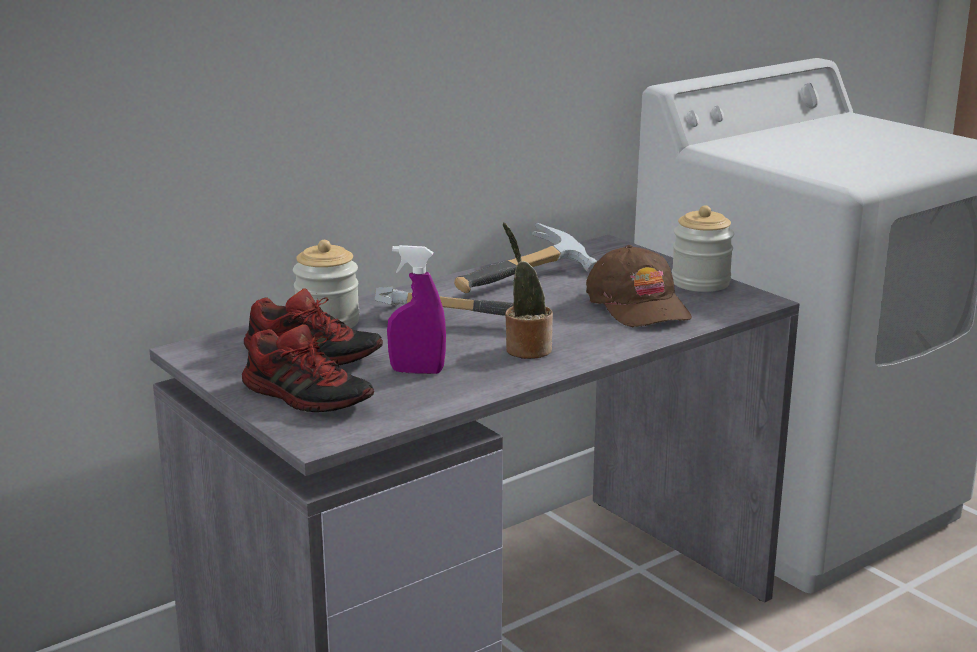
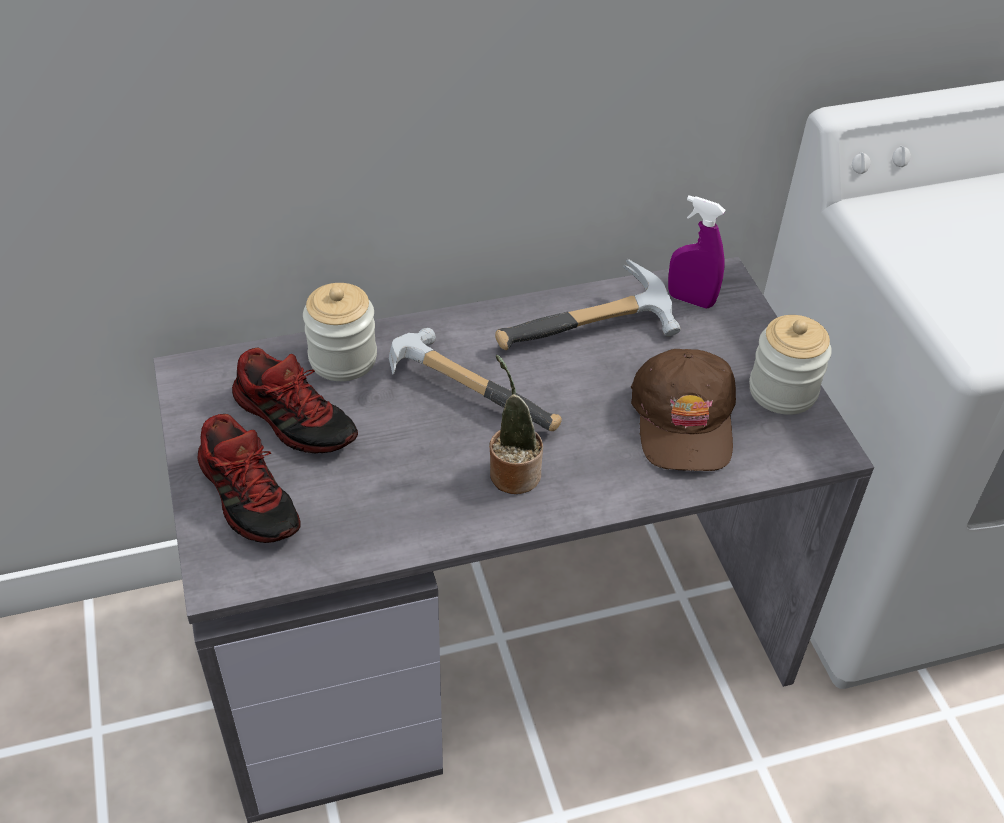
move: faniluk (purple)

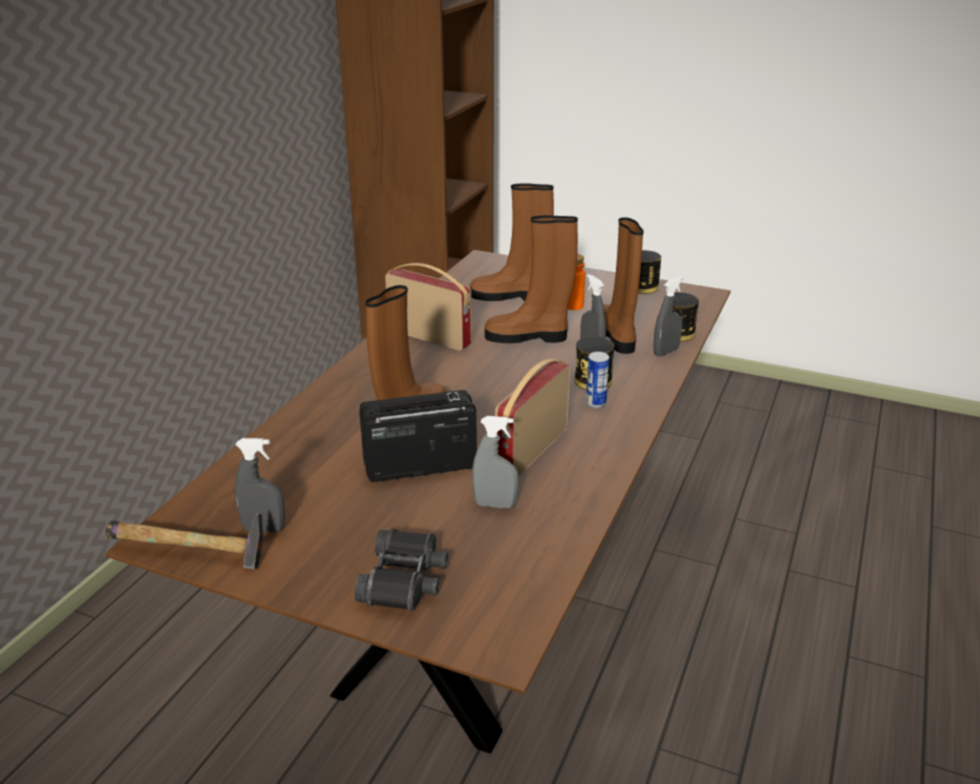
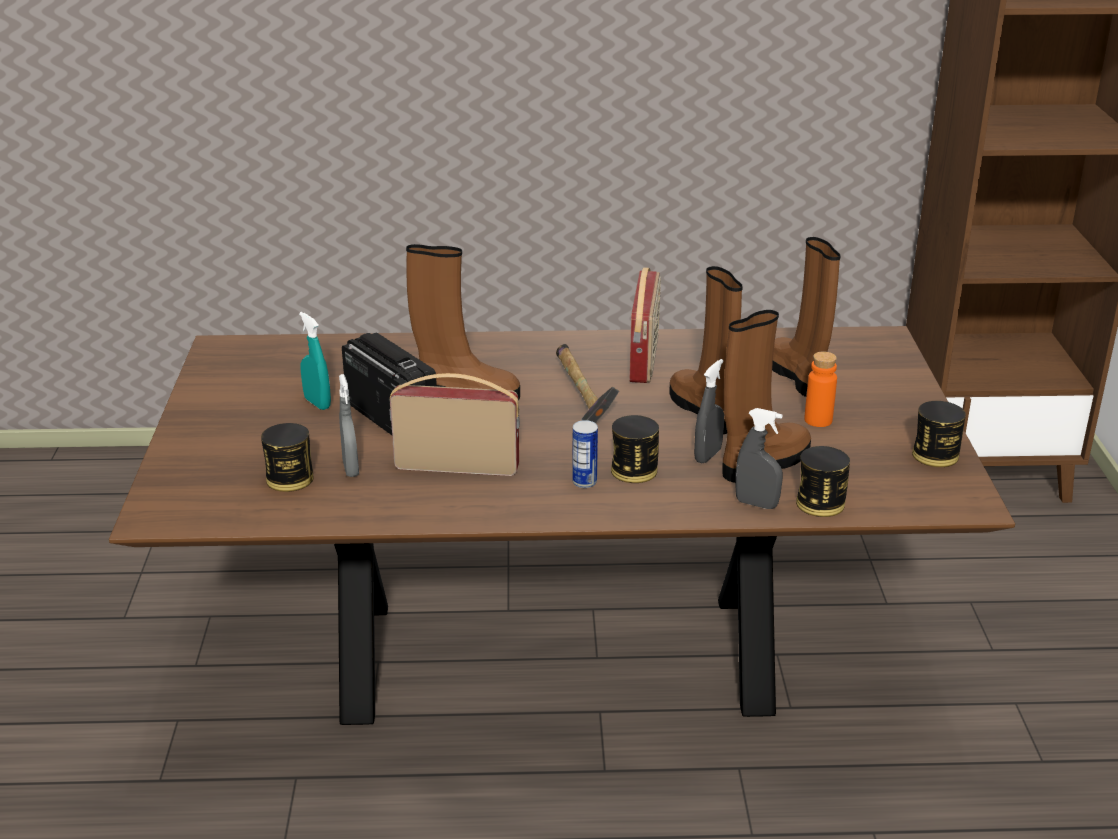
delete: faniluk (grey) (1st from left); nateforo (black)
insert: faniluk (turquoise); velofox (1st from left)
move: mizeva

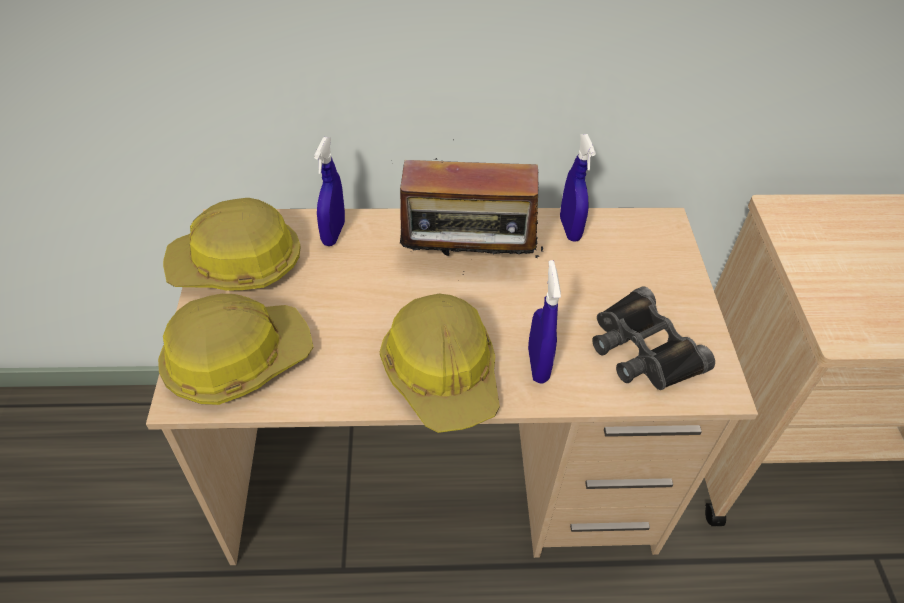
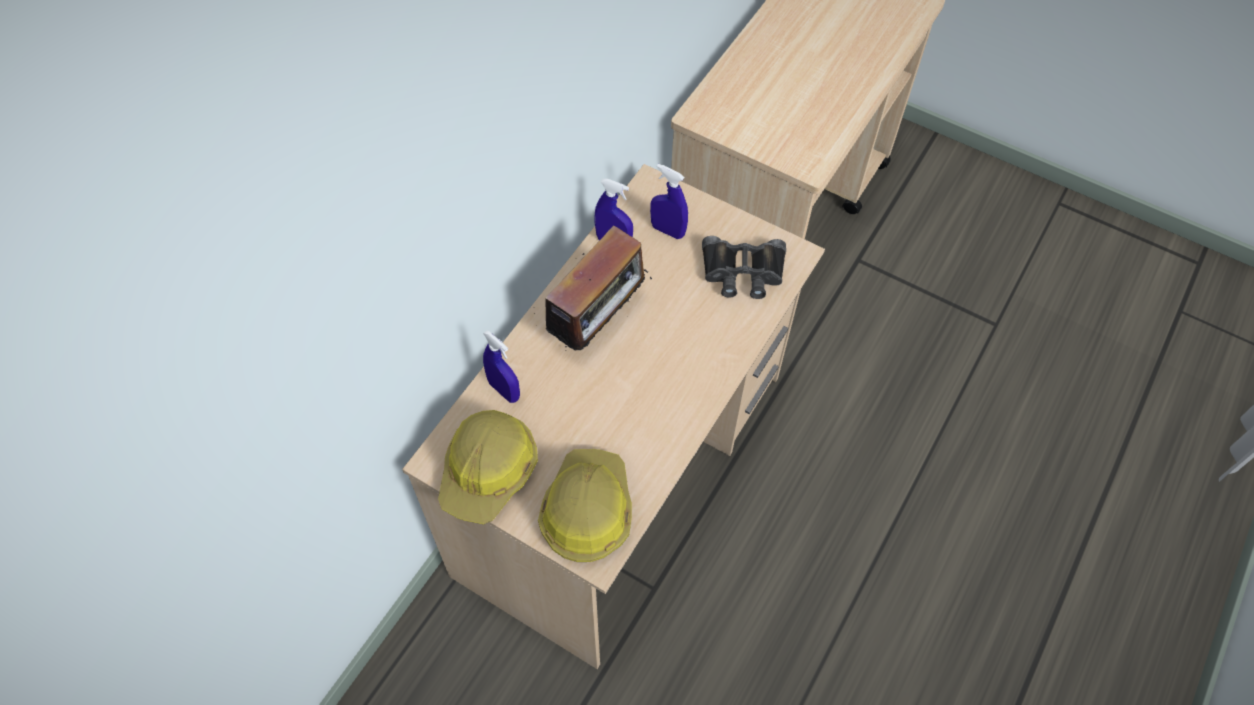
delete: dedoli (3rd from left)
move: faniluk (blue) (2nd from left in the first image) to faniluk (blue) (3rd from left)

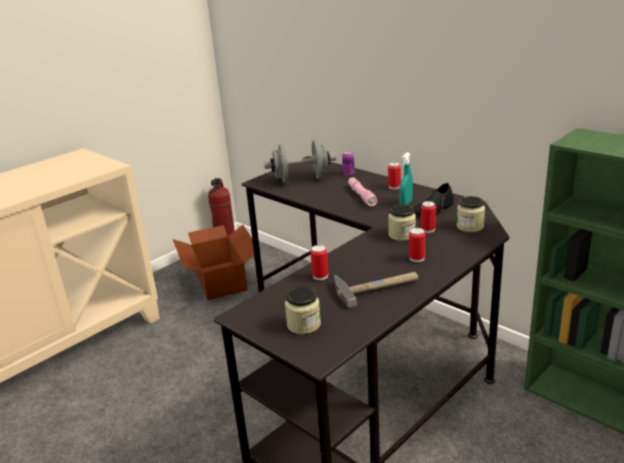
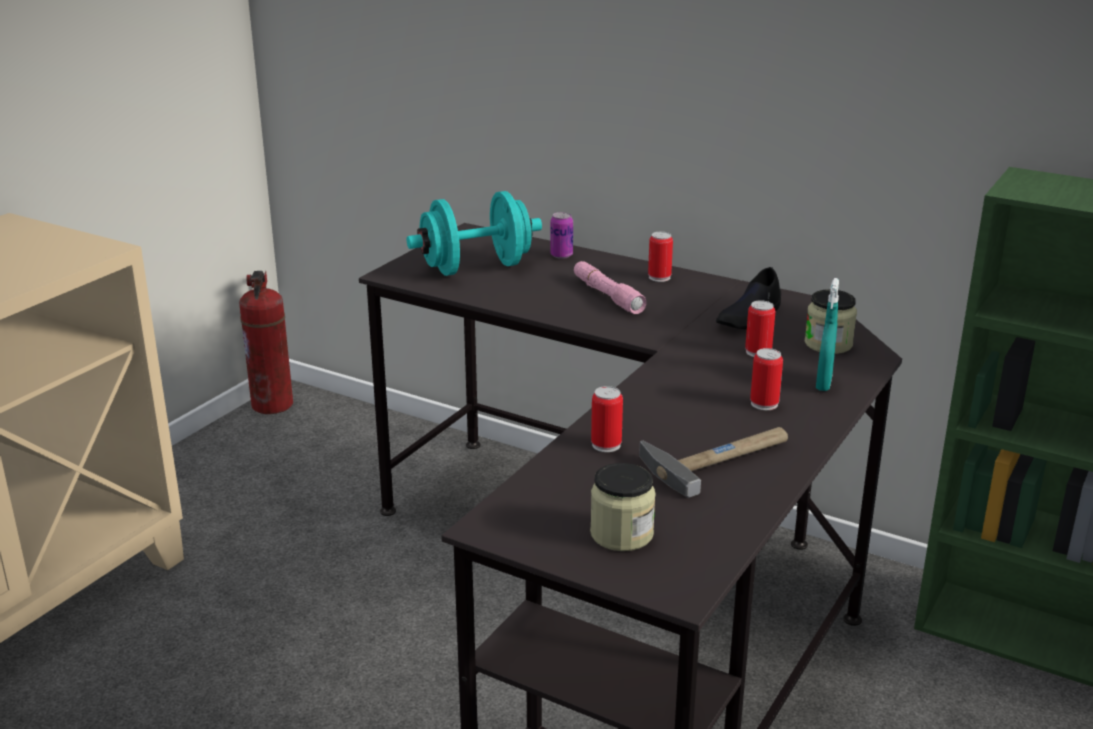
delete: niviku (2nd from left); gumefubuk
move: faniluk (turquoise)
recolor: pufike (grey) to pufike (turquoise)

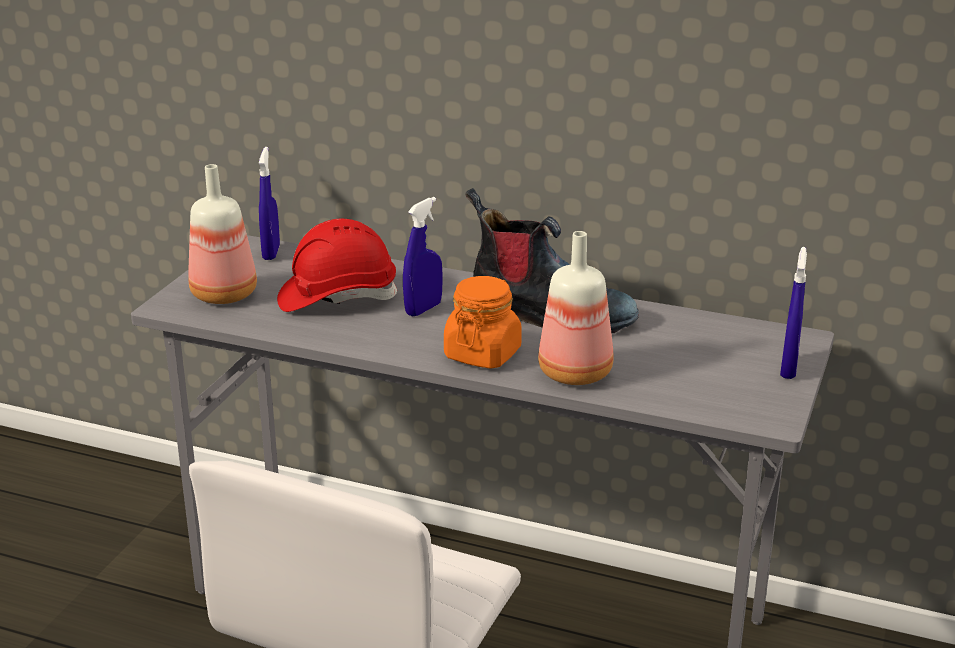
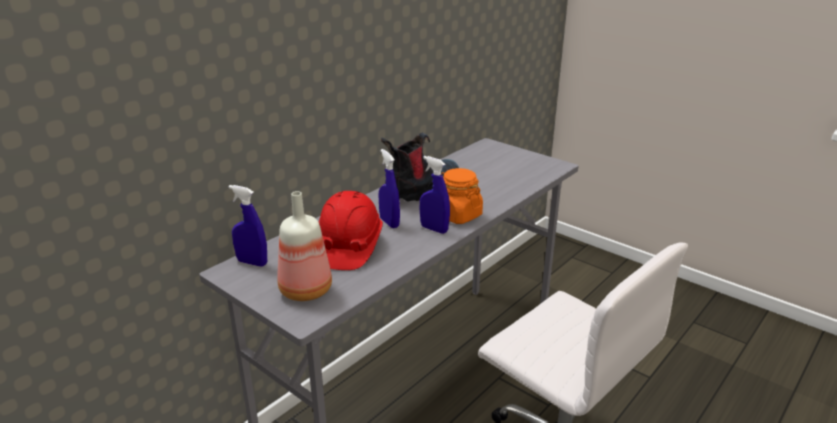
delete: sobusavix (2nd from left)
move: faniluk (blue) (3rd from left)

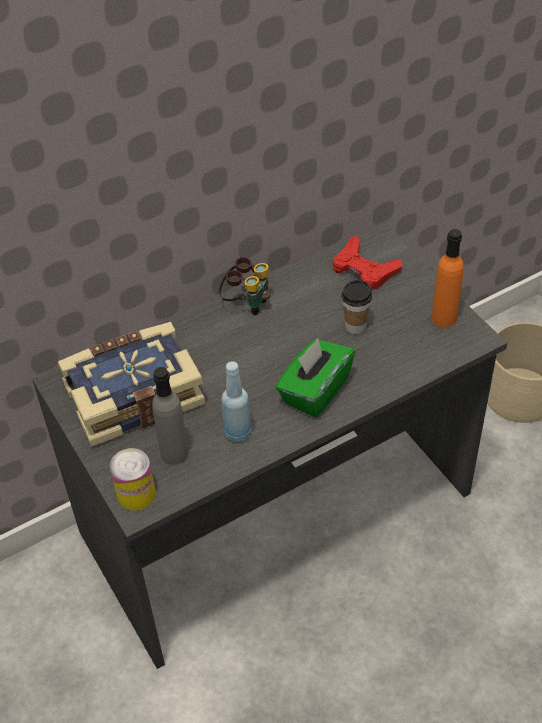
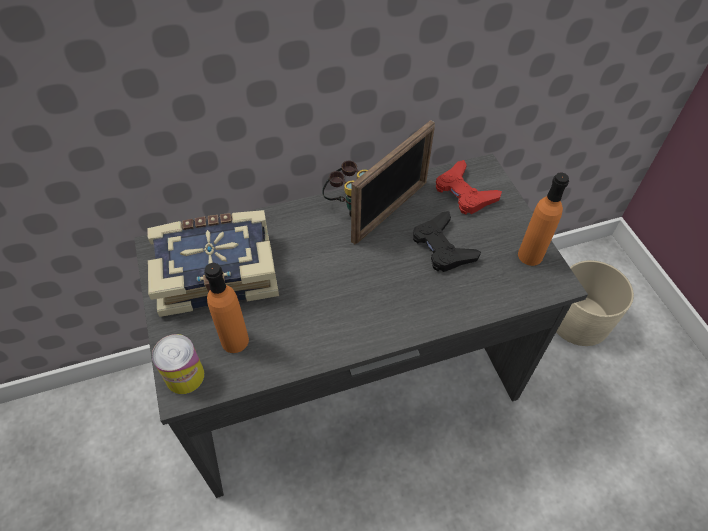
delete: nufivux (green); sobusavix (blue)
insert: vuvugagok
replace: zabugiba to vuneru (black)
recolor: sobusavix (grey) to sobusavix (orange) (1st from left)

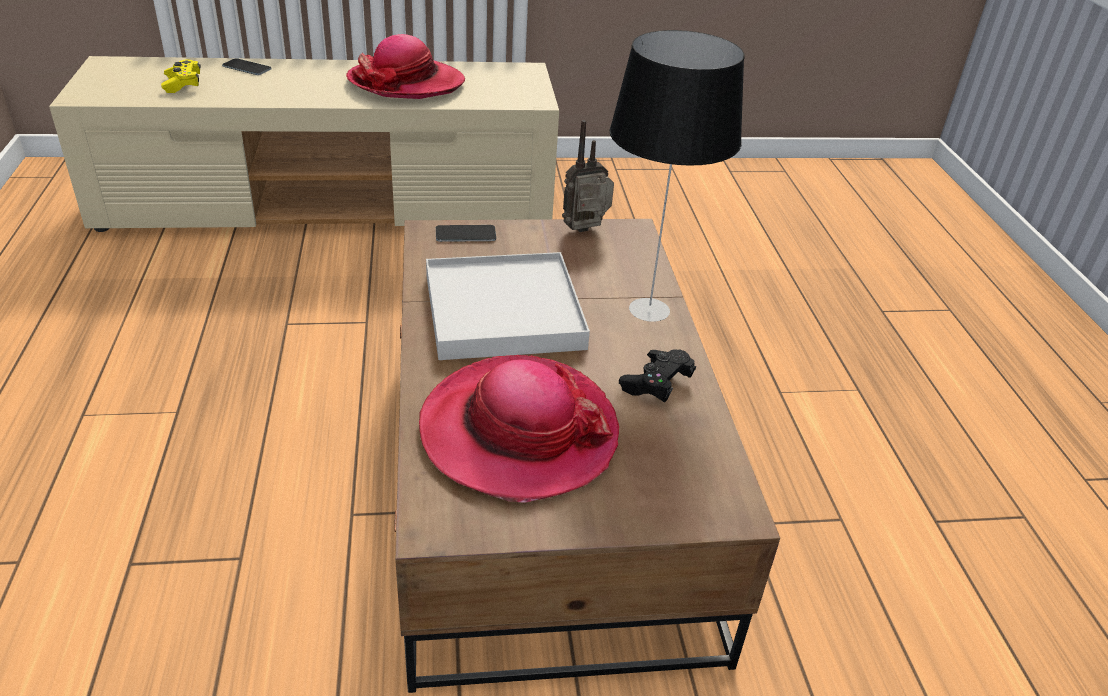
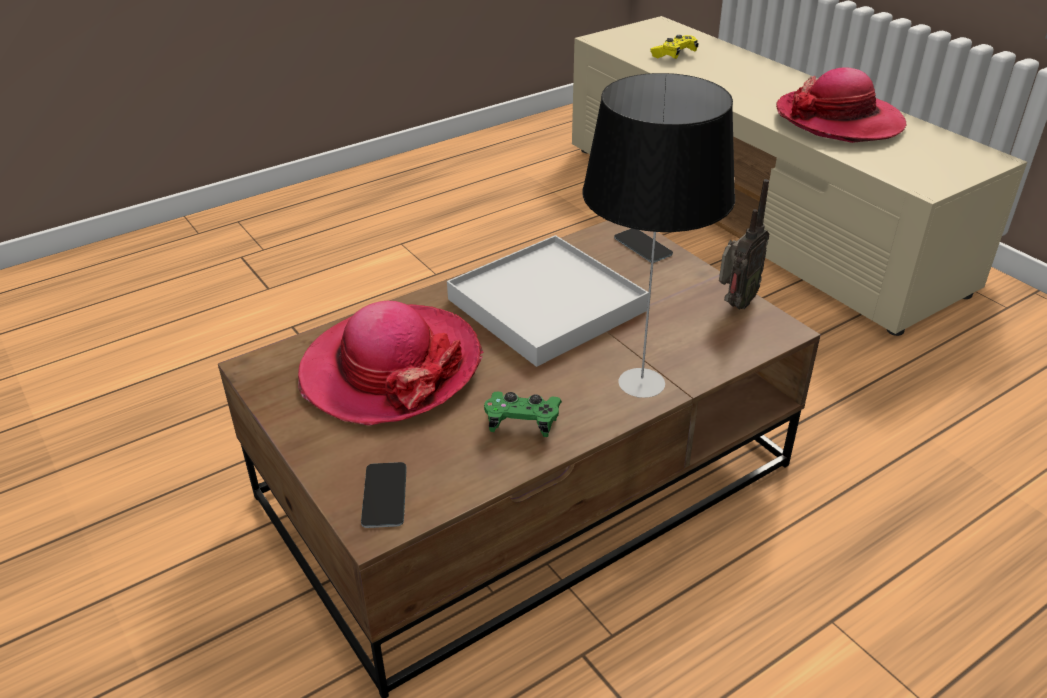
move: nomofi (1st from left)
recolor: vuneru (black) to vuneru (green)
rotate: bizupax 90 degrees clockwise

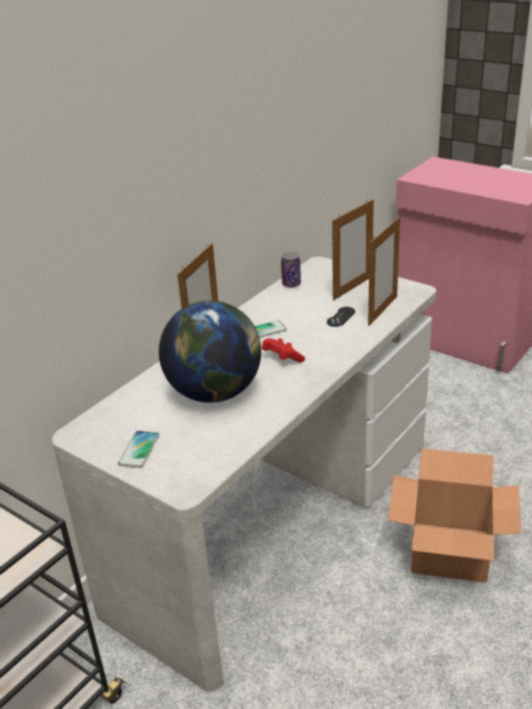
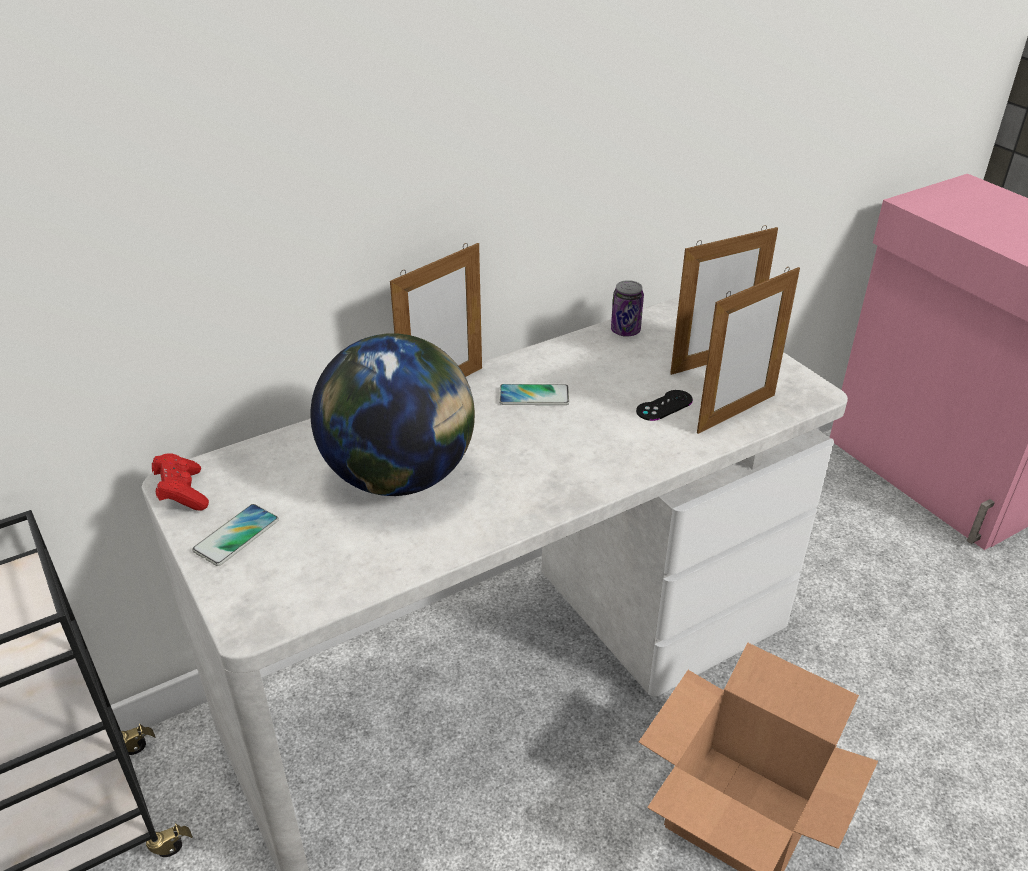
move: vuneru (red)

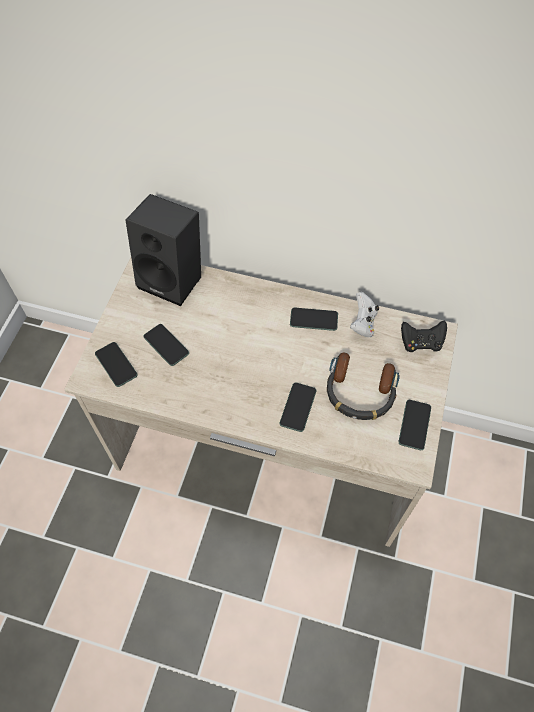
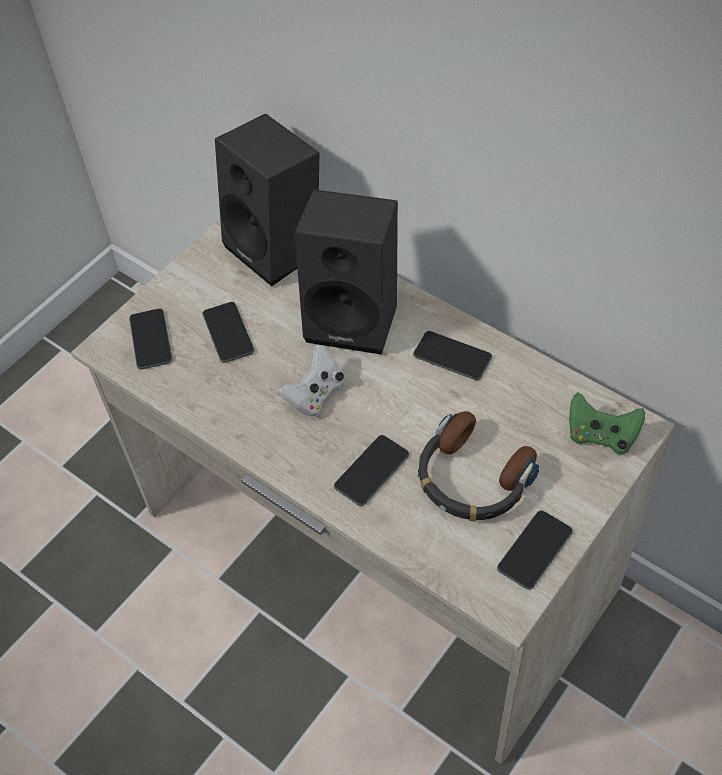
insert: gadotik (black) (2nd from left)
move: vuneru (white)
recolor: vuneru (black) to vuneru (green)

